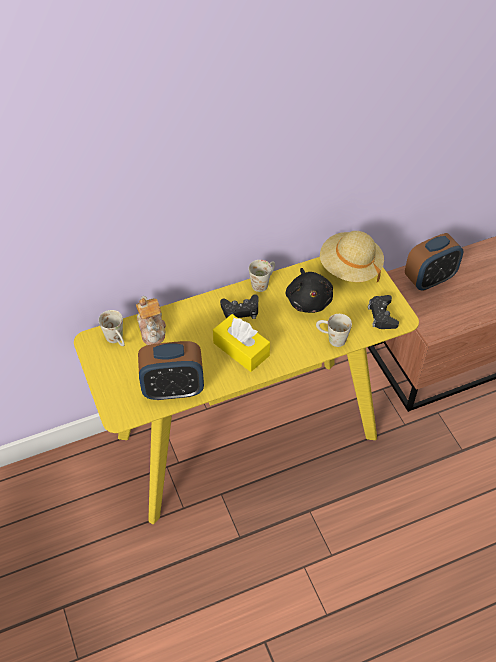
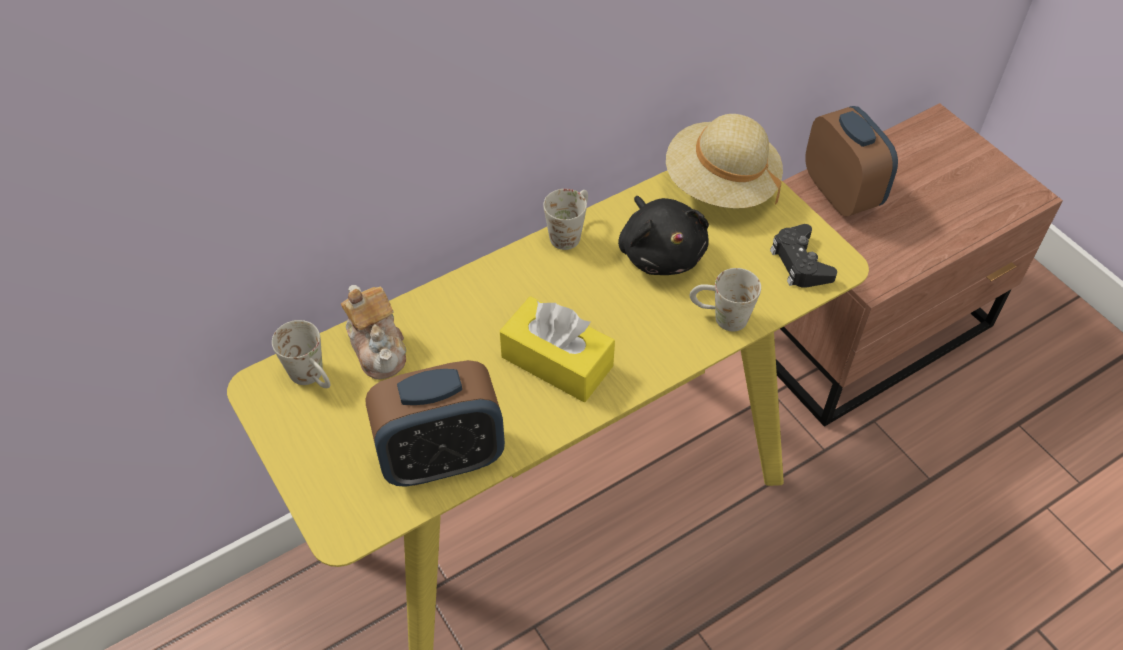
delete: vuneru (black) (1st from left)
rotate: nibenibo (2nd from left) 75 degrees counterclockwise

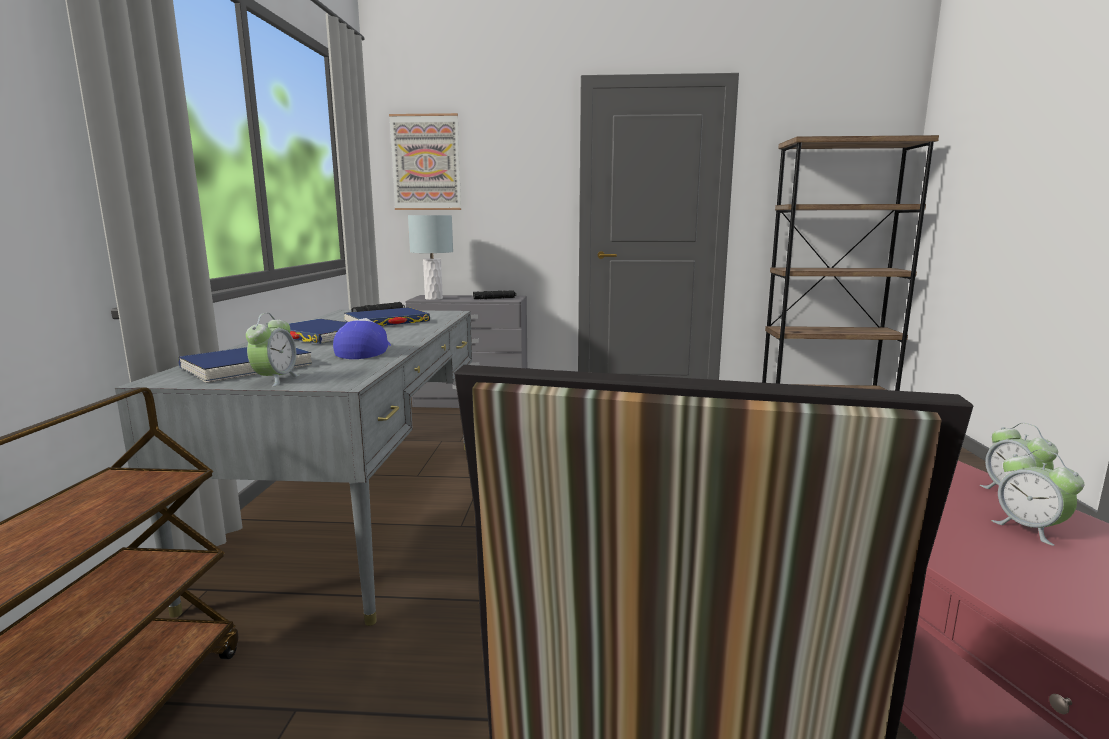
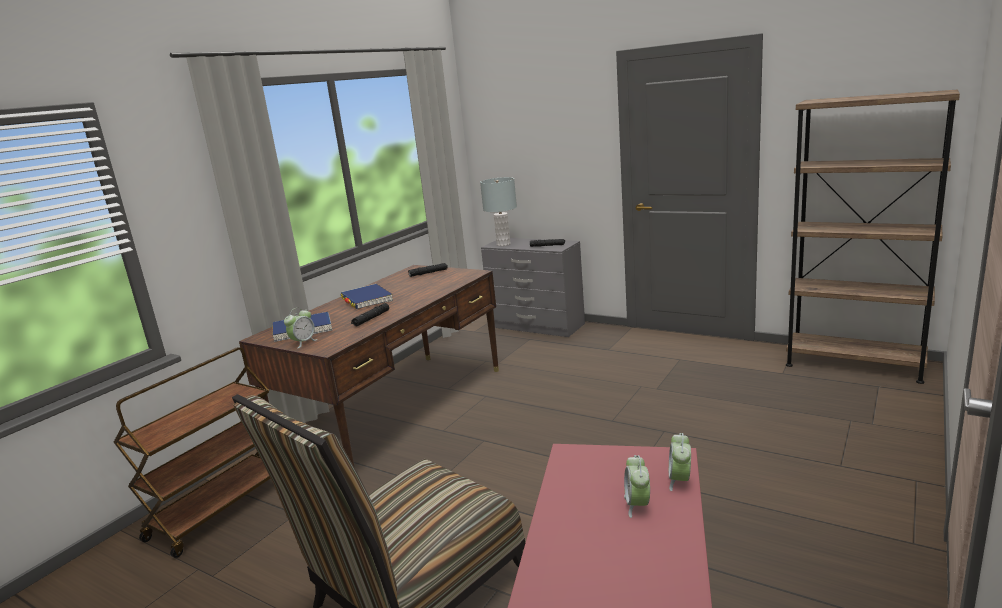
delete: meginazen; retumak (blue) (3rd from left)
replace: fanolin to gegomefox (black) (1st from left)
recolor: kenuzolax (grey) to kenuzolax (brown)

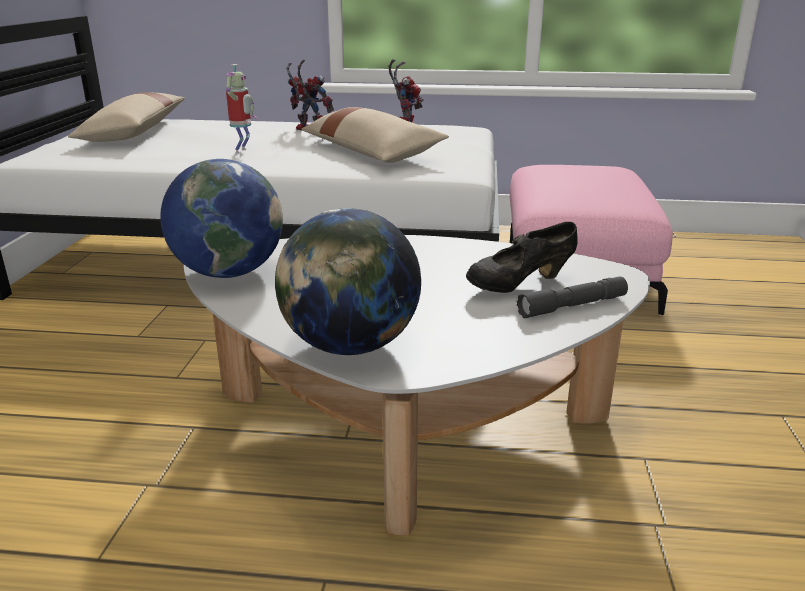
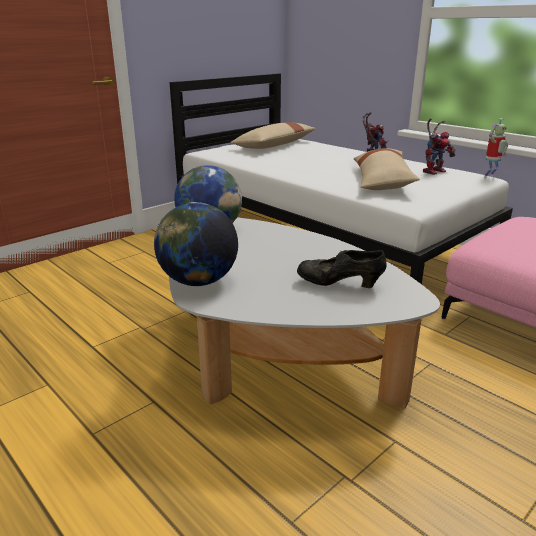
delete: gegomefox (grey)
move: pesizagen (1st from left in the first image) to pesizagen (3rd from left)

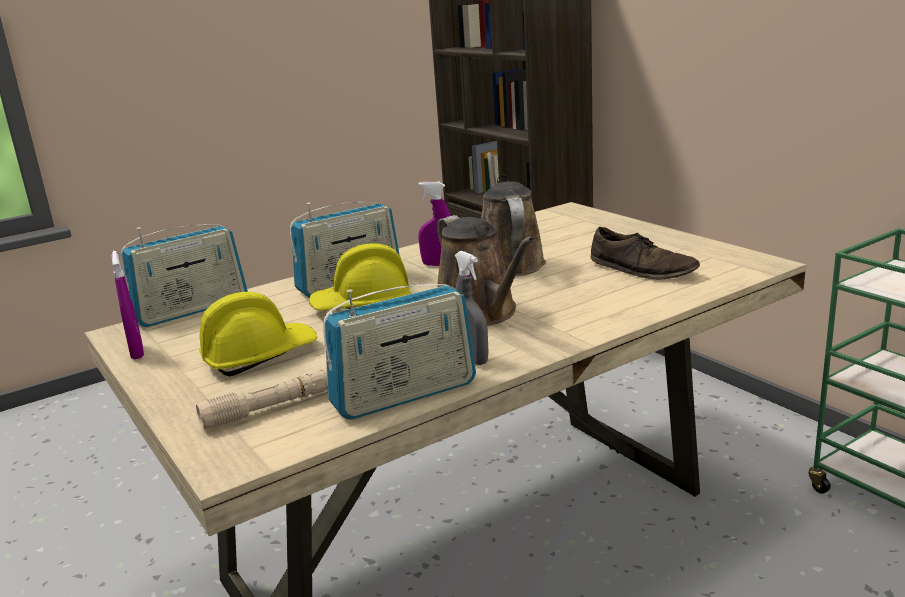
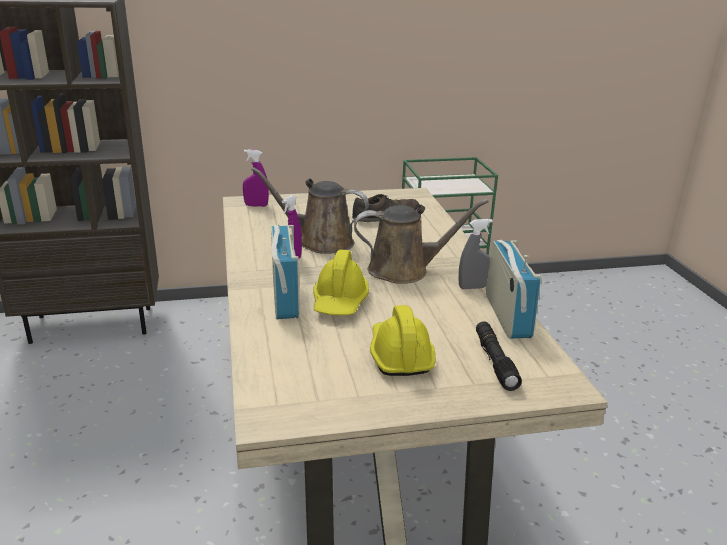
delete: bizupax (1st from left)
move: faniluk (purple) (1st from left)
recolor: gegomefox (beige) to gegomefox (black)

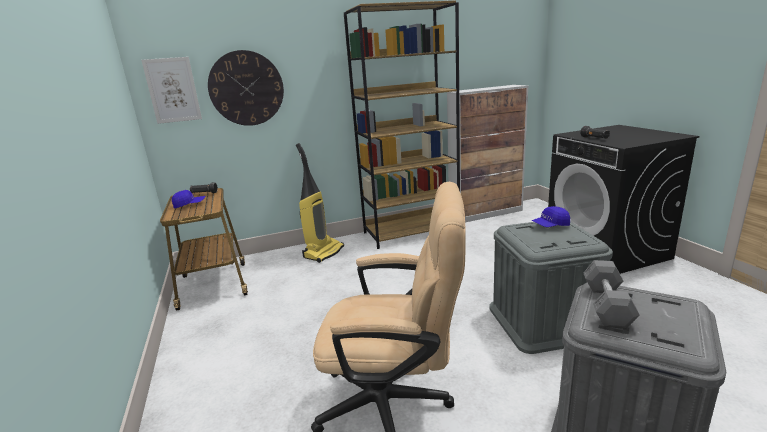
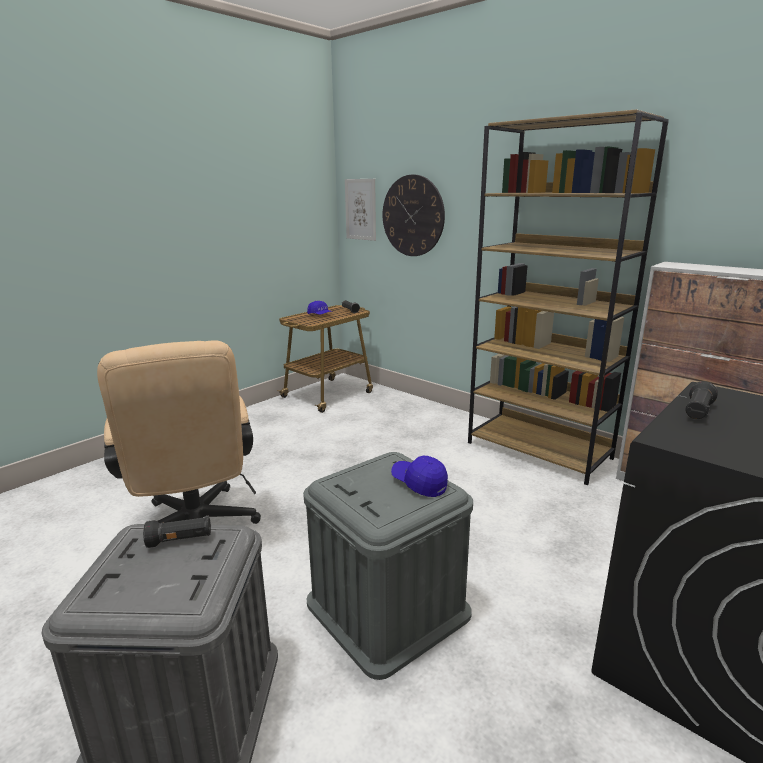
delete: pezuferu
replace: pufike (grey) to gegomefox (black) (1st from left)

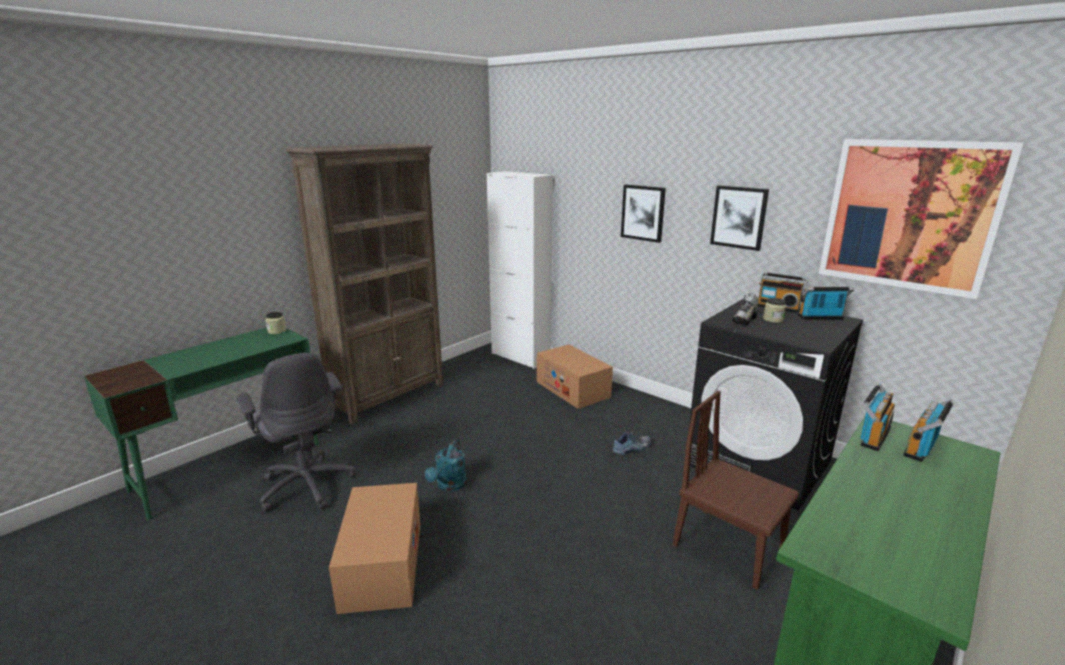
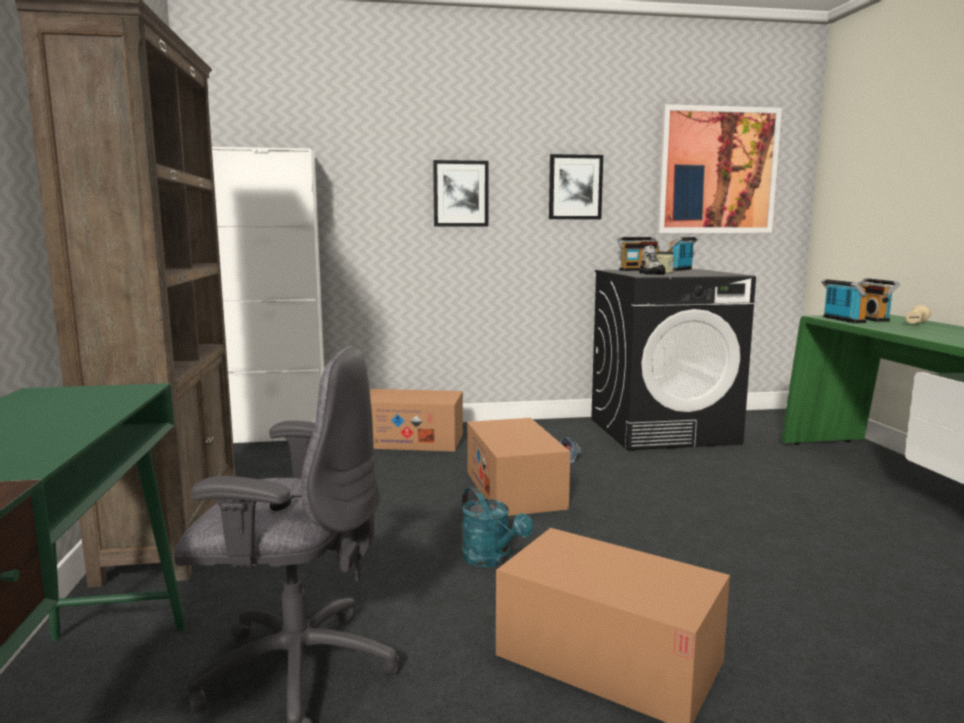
delete: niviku (1st from left); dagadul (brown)
insert: gegomefox (beige); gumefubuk (2nd from left)

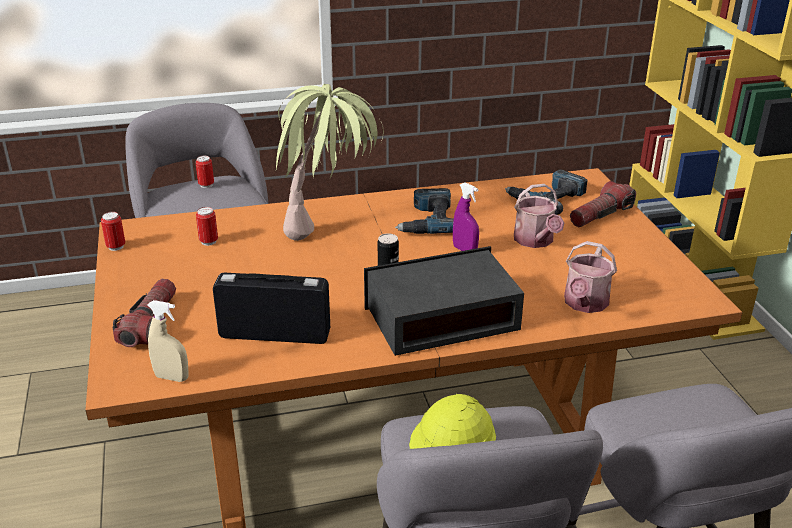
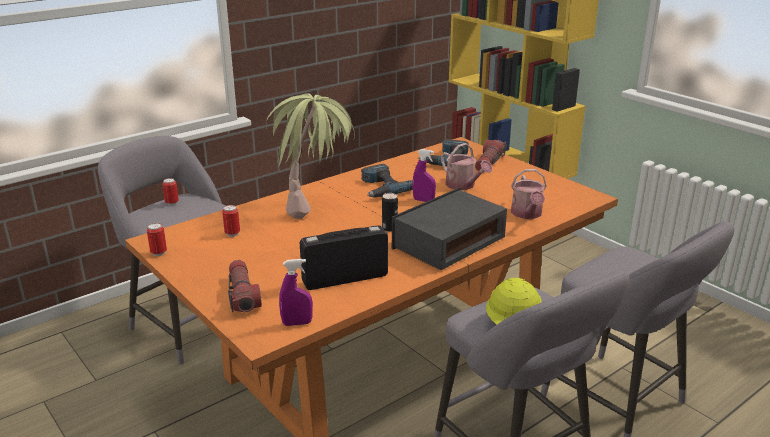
recolor: faniluk (beige) to faniluk (purple) (1st from left)

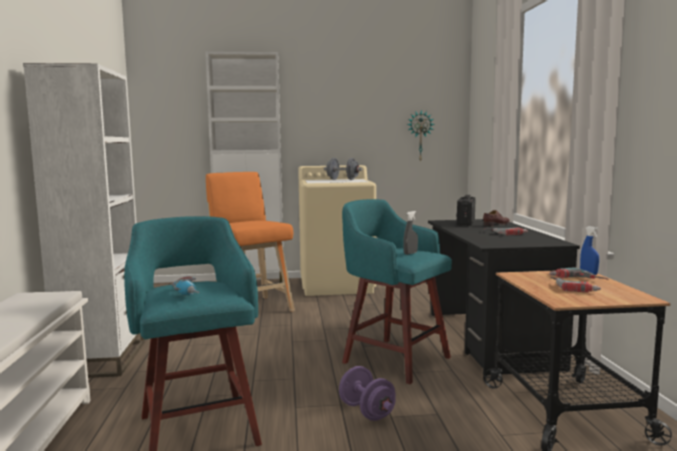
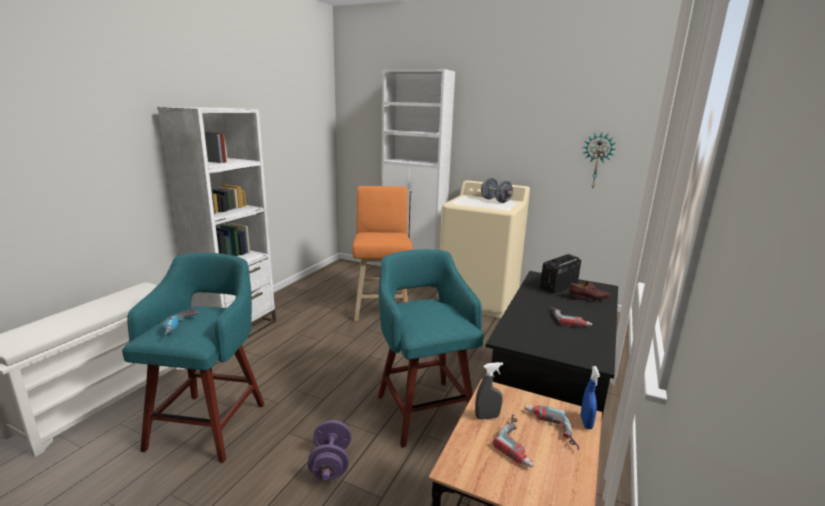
move: faniluk (grey)

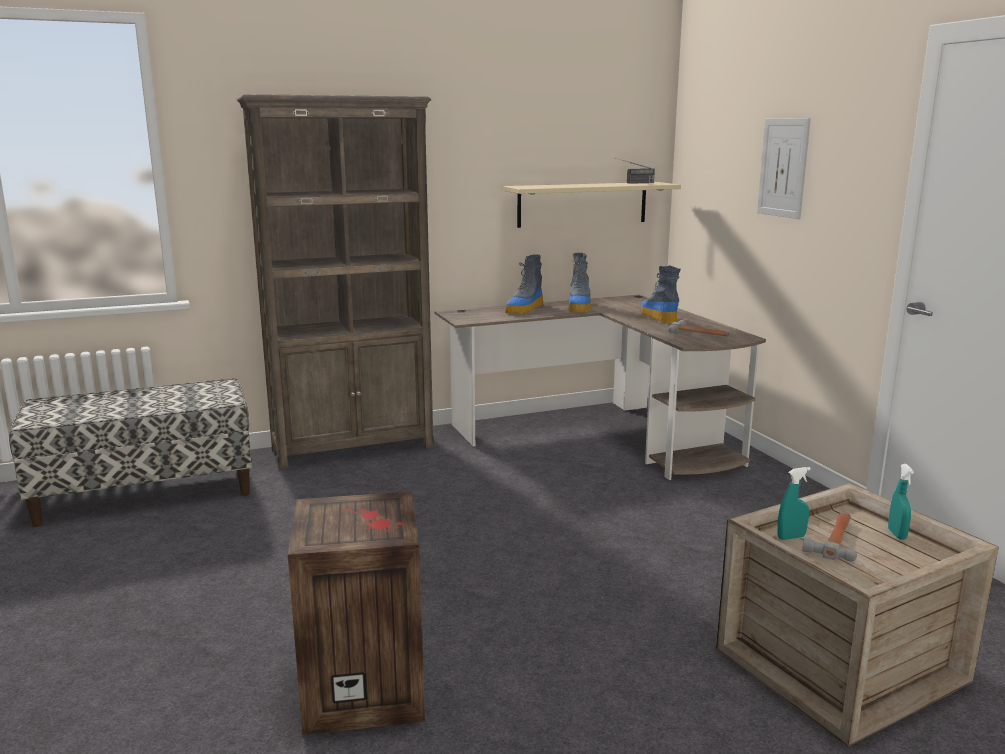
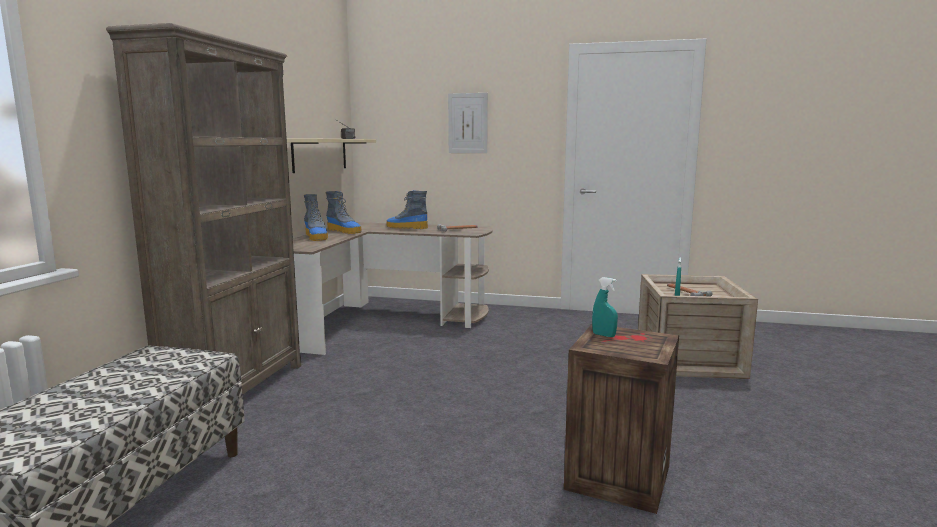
move: faniluk (turquoise) (2nd from left in the first image) to faniluk (turquoise) (1st from left)

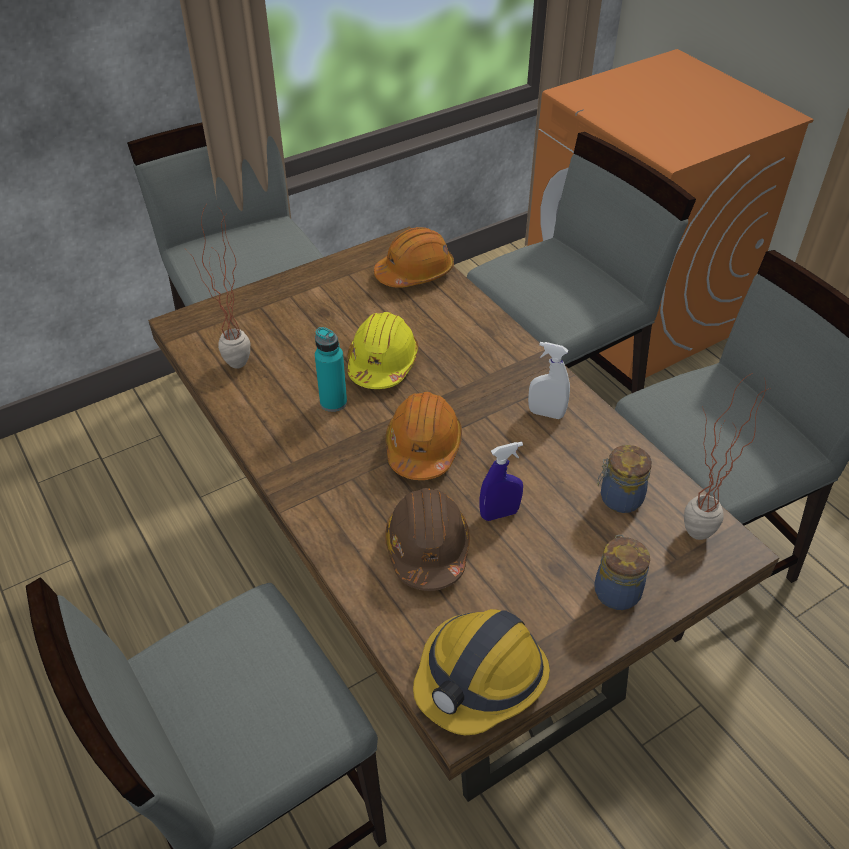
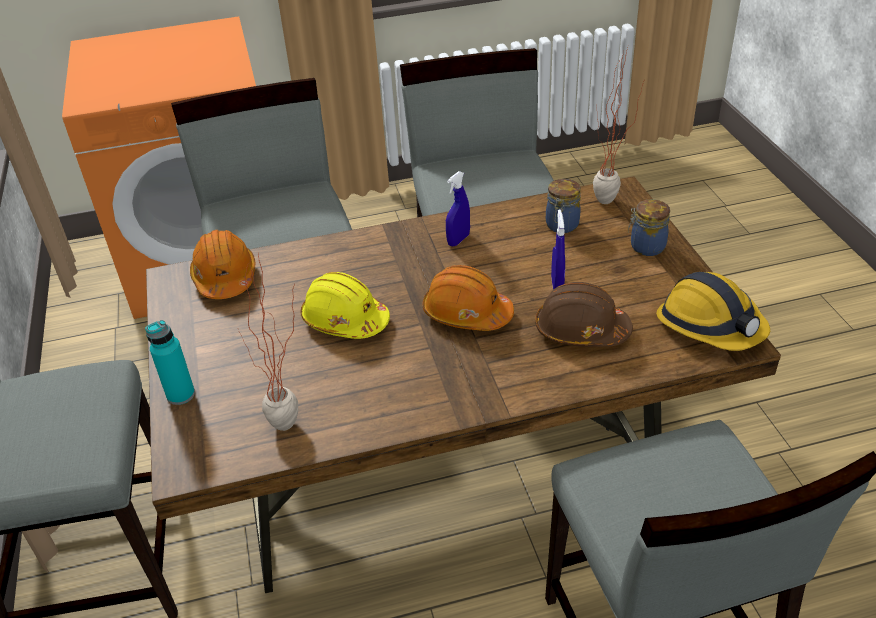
move: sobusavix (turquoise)
recolor: faniluk (white) to faniluk (blue) (1st from left)

